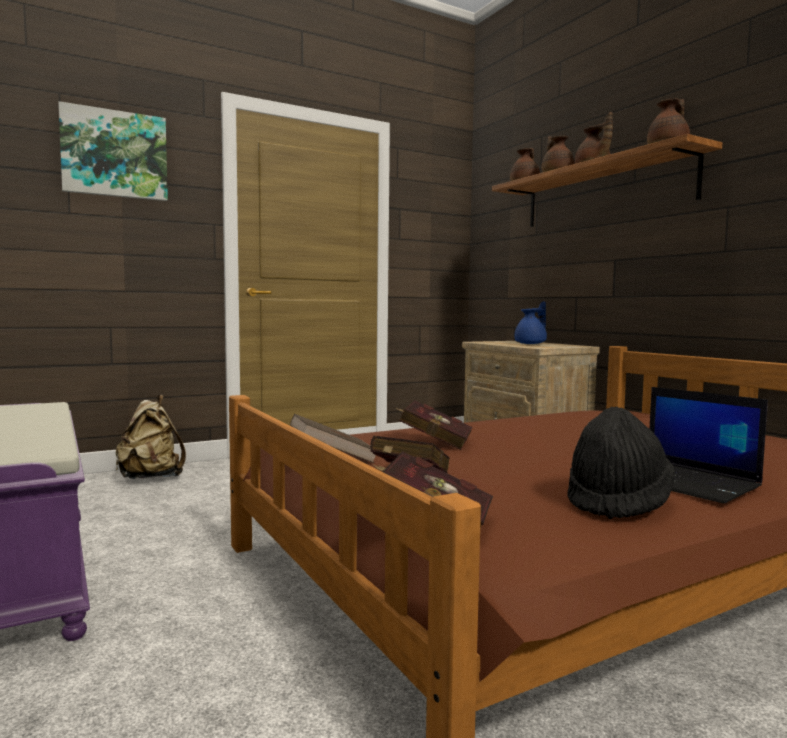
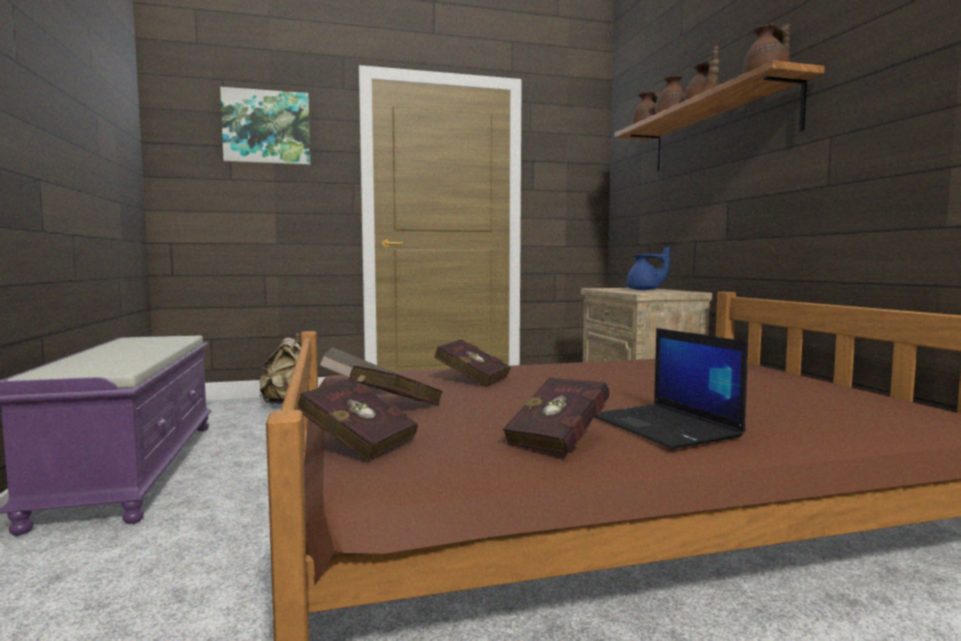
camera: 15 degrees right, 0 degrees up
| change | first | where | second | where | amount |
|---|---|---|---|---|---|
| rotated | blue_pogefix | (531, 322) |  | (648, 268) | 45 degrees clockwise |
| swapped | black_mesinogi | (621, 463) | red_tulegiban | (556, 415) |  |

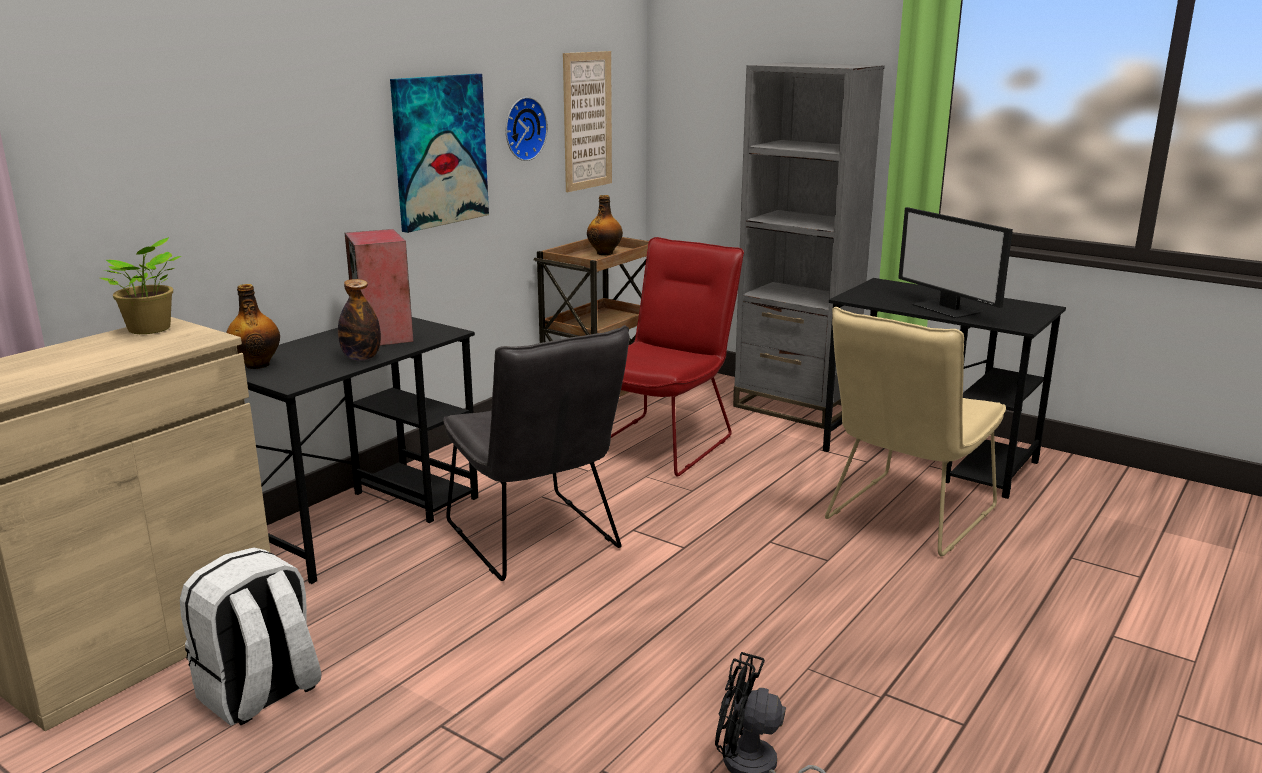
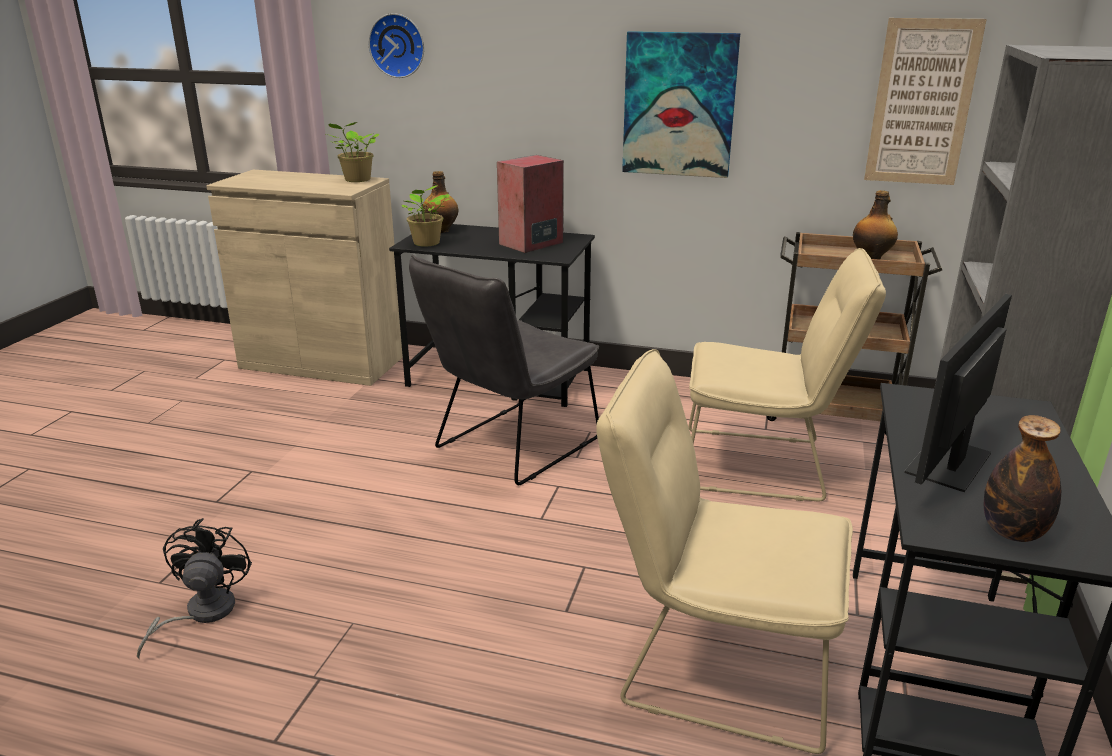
camera: 70 degrees right, 5 degrees up
| change | first | where | second | where | amount |
|---|---|---|---|---|---|
| gone | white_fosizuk | (251, 636) |  |  |  |
| shifted | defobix | (359, 320) |  | (1022, 478) |  |
| shifted | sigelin | (527, 129) |  | (396, 45) |  |
| repainted | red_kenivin | (677, 357) | beige_kenivin | (787, 374) |  |
| new |  |  | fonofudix | (426, 216) |  |

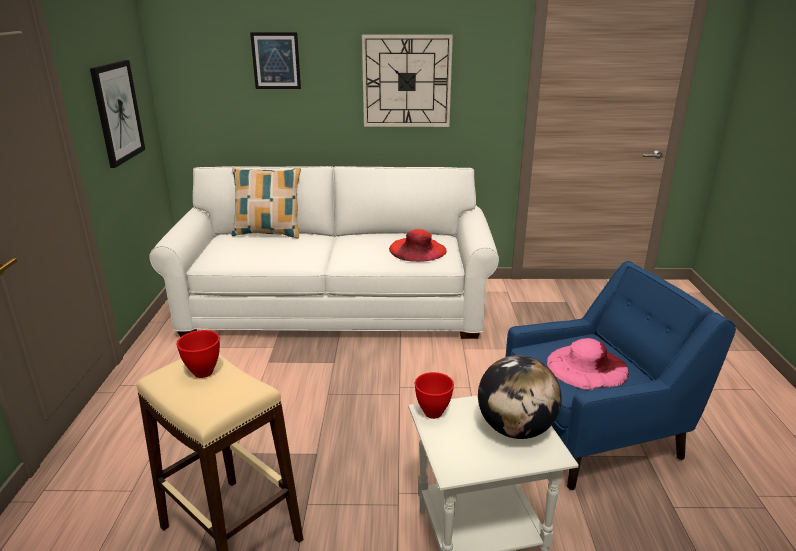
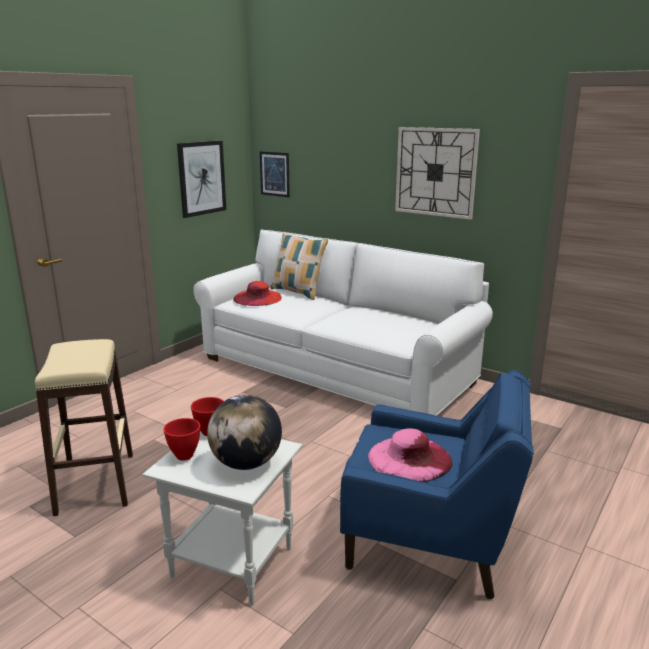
camera: 35 degrees right, 5 degrees down
| change | first | where | second | where | amount |
|---|---|---|---|---|---|
| shifted | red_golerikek | (198, 354) |  | (181, 439) |  |
| shifted | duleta | (275, 60) |  | (275, 174) |  |
| shifted | red_mesinogi | (418, 245) |  | (257, 293) |  |

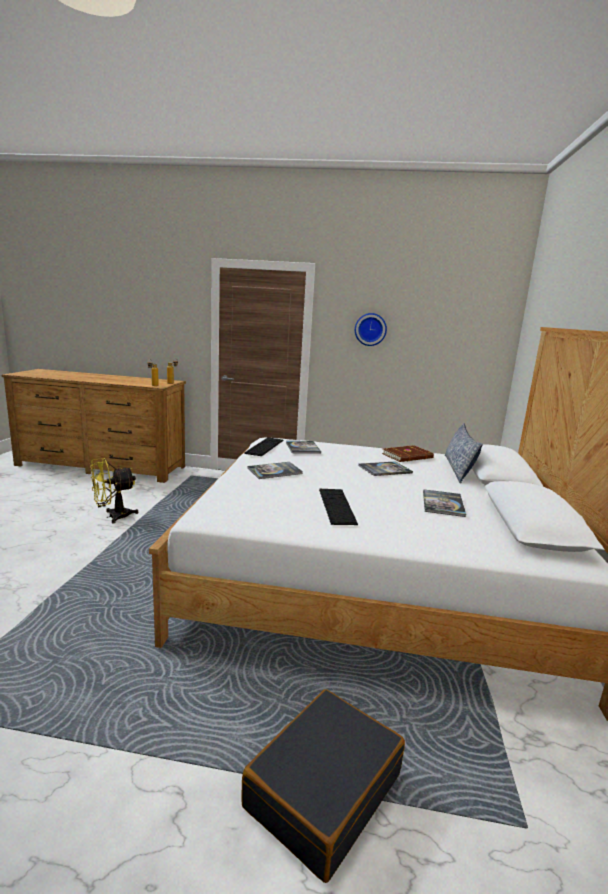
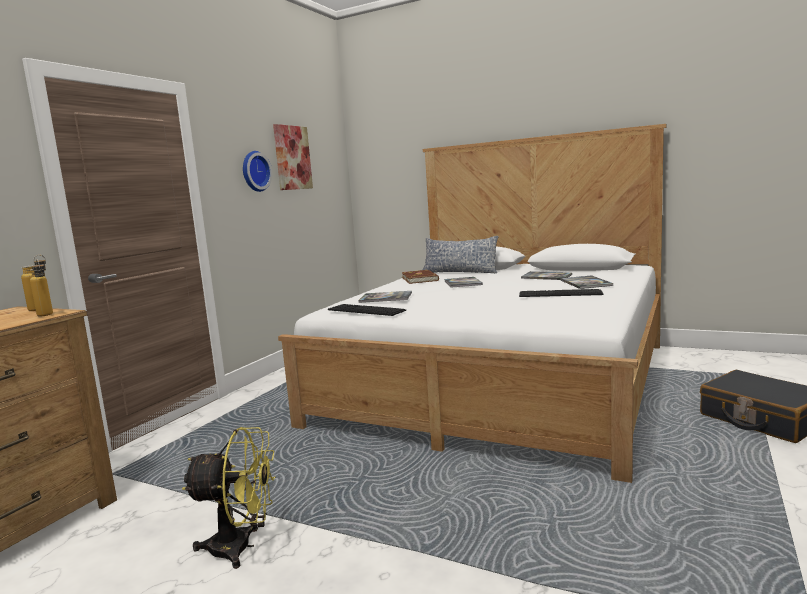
camera: 70 degrees left, 5 degrees down
| change | first | where | second | where | amount |
|---|---|---|---|---|---|
| rotated | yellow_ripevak | (114, 491) |  | (229, 498) | 75 degrees counterclockwise |
| shifted | tulegiban | (275, 470) |  | (587, 282) |  |
| new |  |  | duleta | (293, 157) |  |

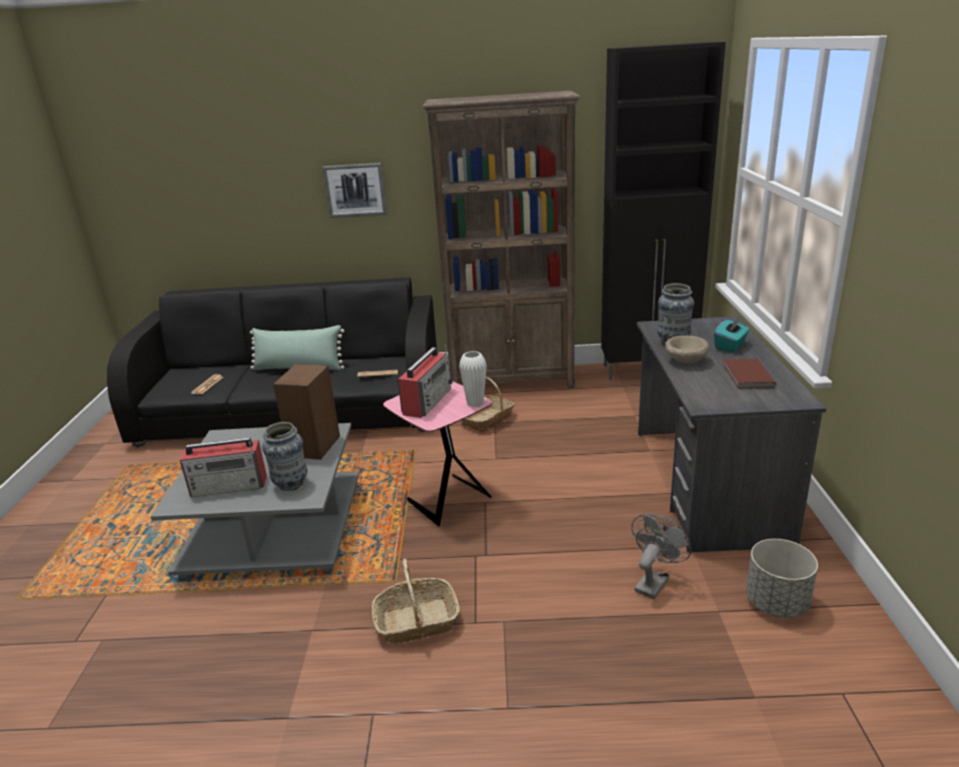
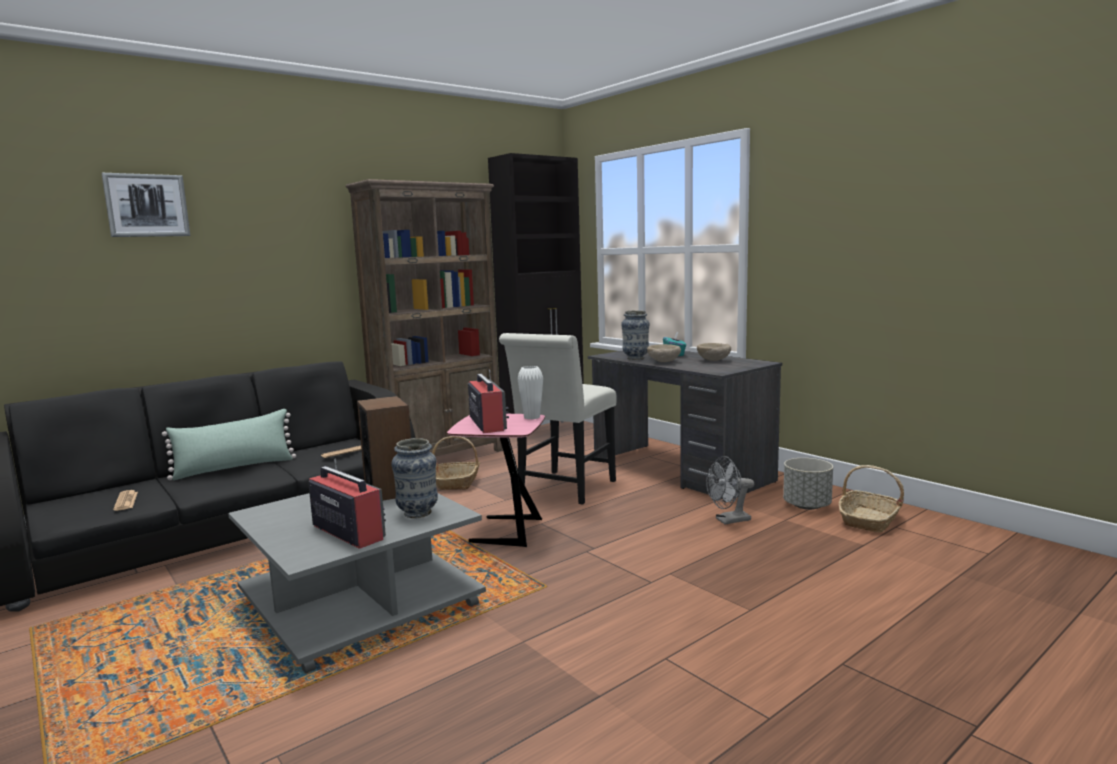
camera: 40 degrees left, 15 degrees down
| change | first | where | second | where | amount |
|---|---|---|---|---|---|
| rotated | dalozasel | (223, 467) |  | (347, 504) | 90 degrees counterclockwise |
| shifted | duleta | (354, 190) |  | (145, 205) |  |
| shifted | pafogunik | (415, 601) |  | (871, 498) |  |
| rotated | grey_ripevak | (661, 556) |  | (730, 490) | 105 degrees counterclockwise |
| swapped | brown_tulegiban | (749, 374) | beige_golerikek | (714, 352) |  |
| new |  |  | white_kenivin | (558, 419) |  |

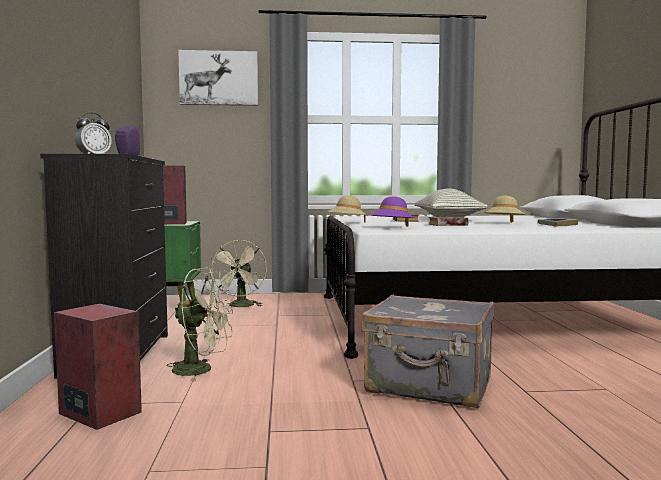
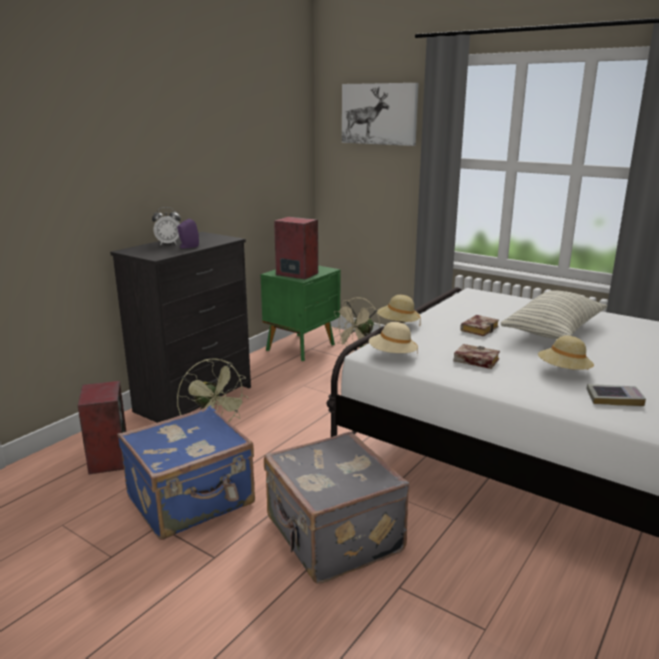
camera: 40 degrees right, 15 degrees up
| change | first | where | second | where | amount |
|---|---|---|---|---|---|
| repainted | purple_mesinogi | (392, 211) | beige_mesinogi | (393, 338) |  |
| new |  |  | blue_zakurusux | (186, 473) |  |

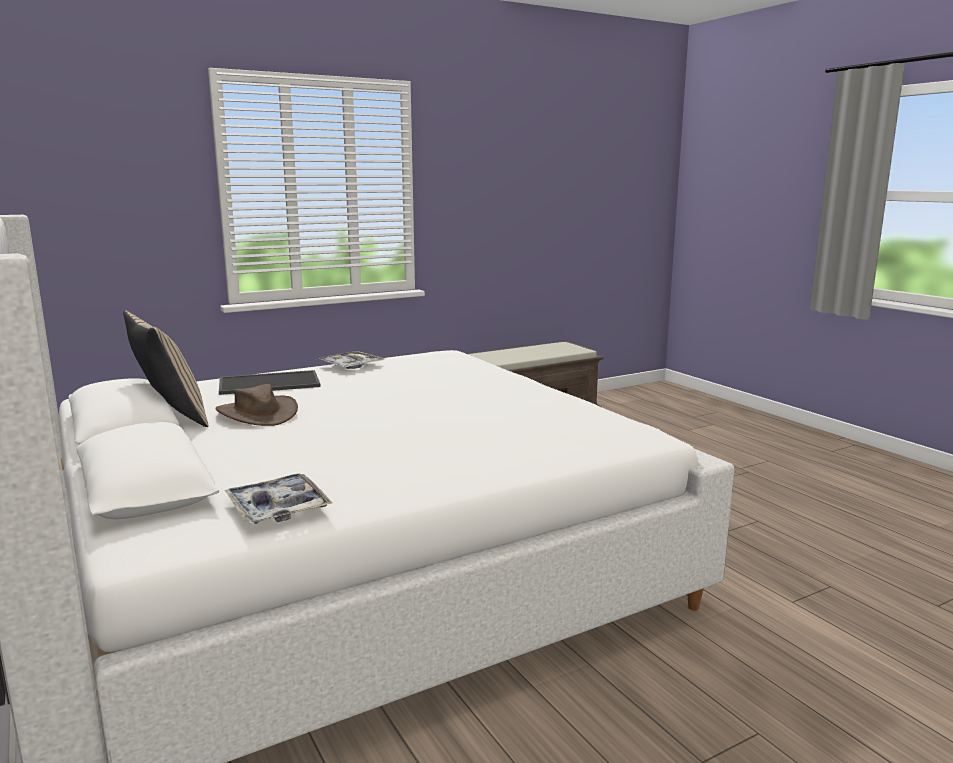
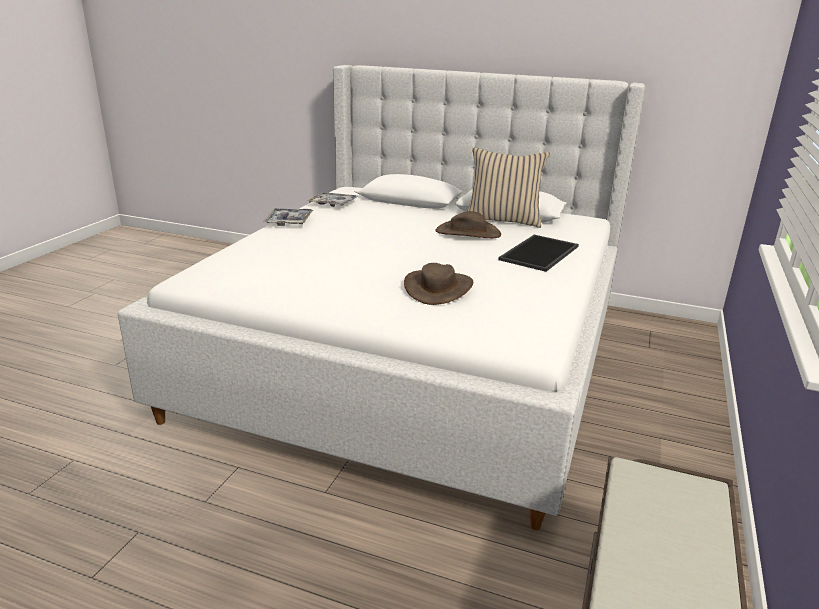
camera: 140 degrees right, 10 degrees up
| change | first | where | second | where | amount |
|---|---|---|---|---|---|
| shifted | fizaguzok | (352, 360) |  | (288, 217) |  |
| new |  |  | brown_mesinogi | (438, 284) |  |

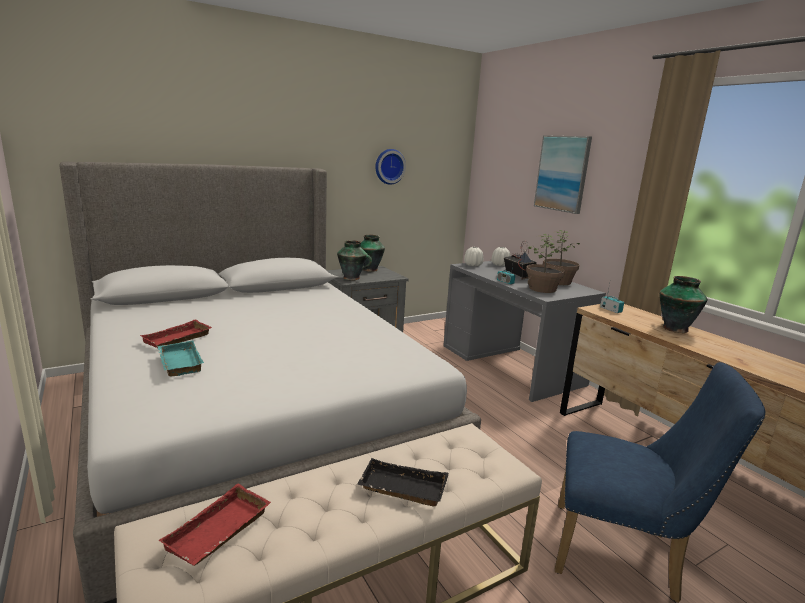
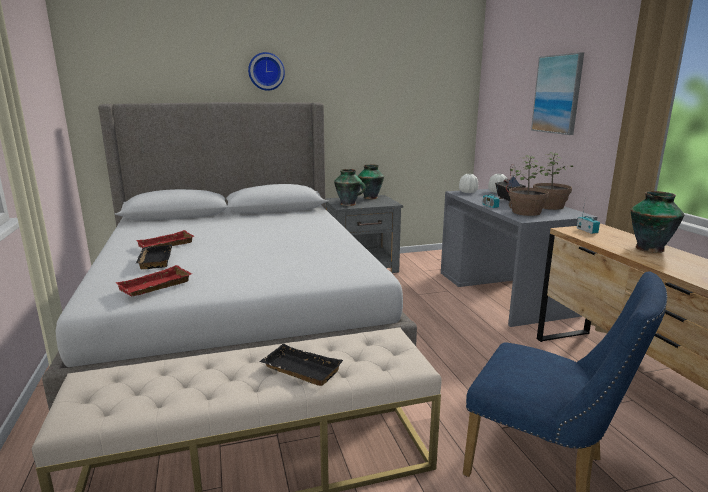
camera: 15 degrees right, 0 degrees up
| change | first | where | second | where | amount |
|---|---|---|---|---|---|
| repainted | turquoise_fizaguzok | (180, 359) | black_fizaguzok | (154, 257) |  |
| shifted | red_fizaguzok | (214, 525) |  | (153, 280) |  |
| shifted | sigelin | (390, 167) |  | (266, 71) |  |

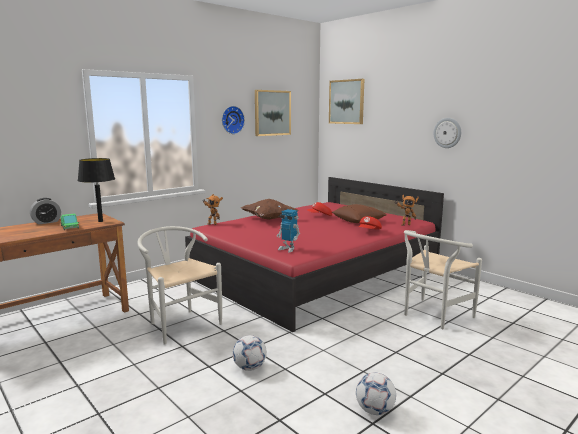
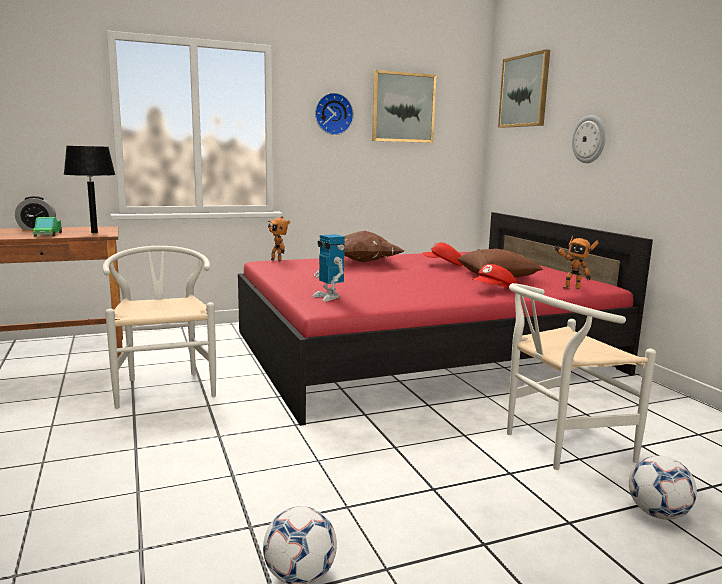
camera: 20 degrees right, 0 degrees up
| change | first | where | second | where | amount |
|---|---|---|---|---|---|
| shifted | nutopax | (249, 353) |  | (663, 488) |  |
| shifted | sigelin | (447, 133) |  | (589, 139) |  |

